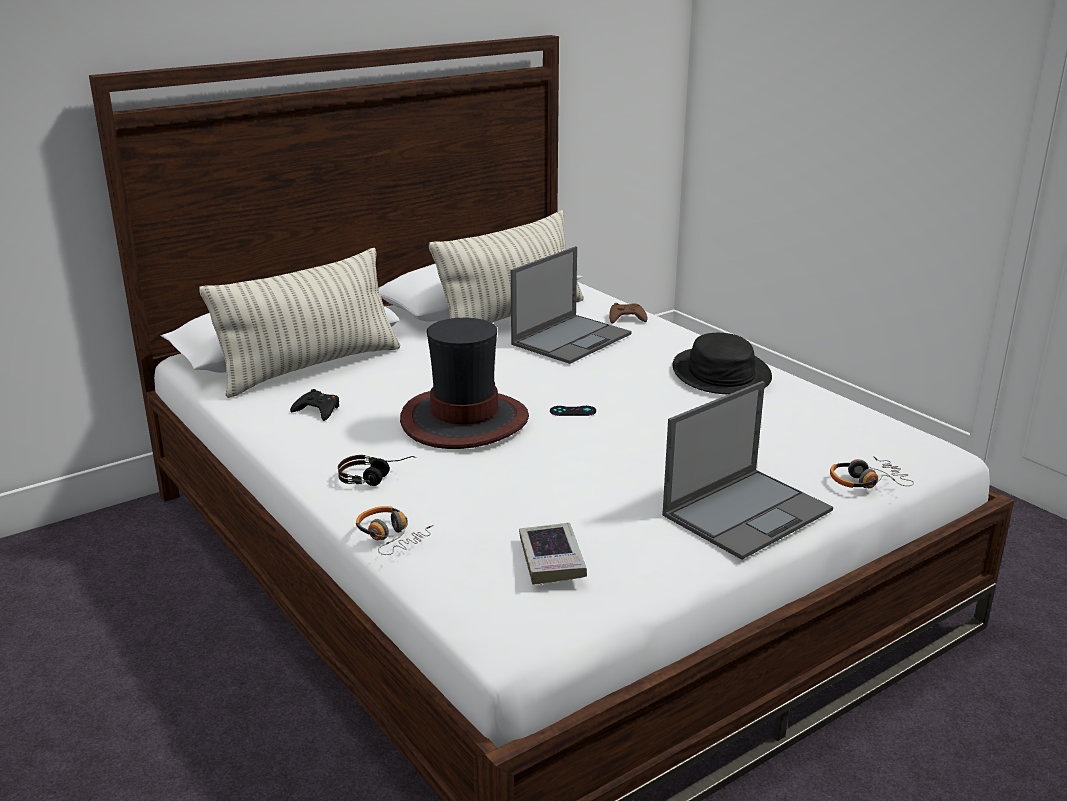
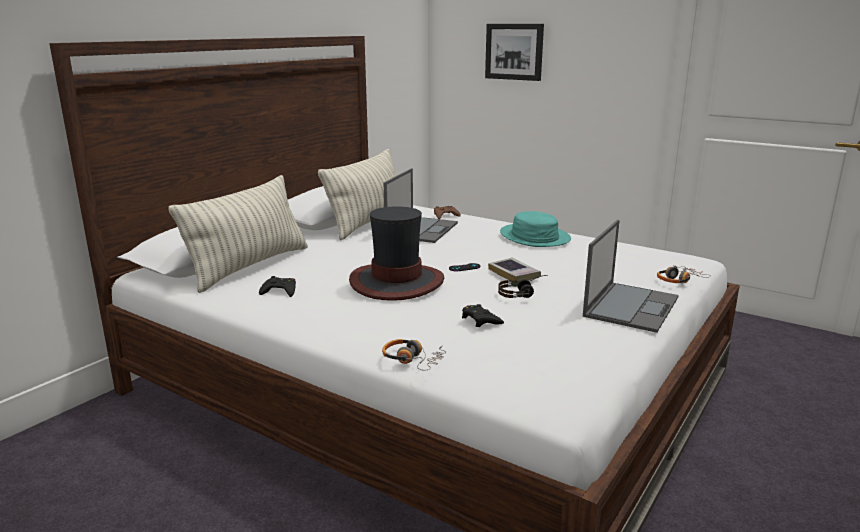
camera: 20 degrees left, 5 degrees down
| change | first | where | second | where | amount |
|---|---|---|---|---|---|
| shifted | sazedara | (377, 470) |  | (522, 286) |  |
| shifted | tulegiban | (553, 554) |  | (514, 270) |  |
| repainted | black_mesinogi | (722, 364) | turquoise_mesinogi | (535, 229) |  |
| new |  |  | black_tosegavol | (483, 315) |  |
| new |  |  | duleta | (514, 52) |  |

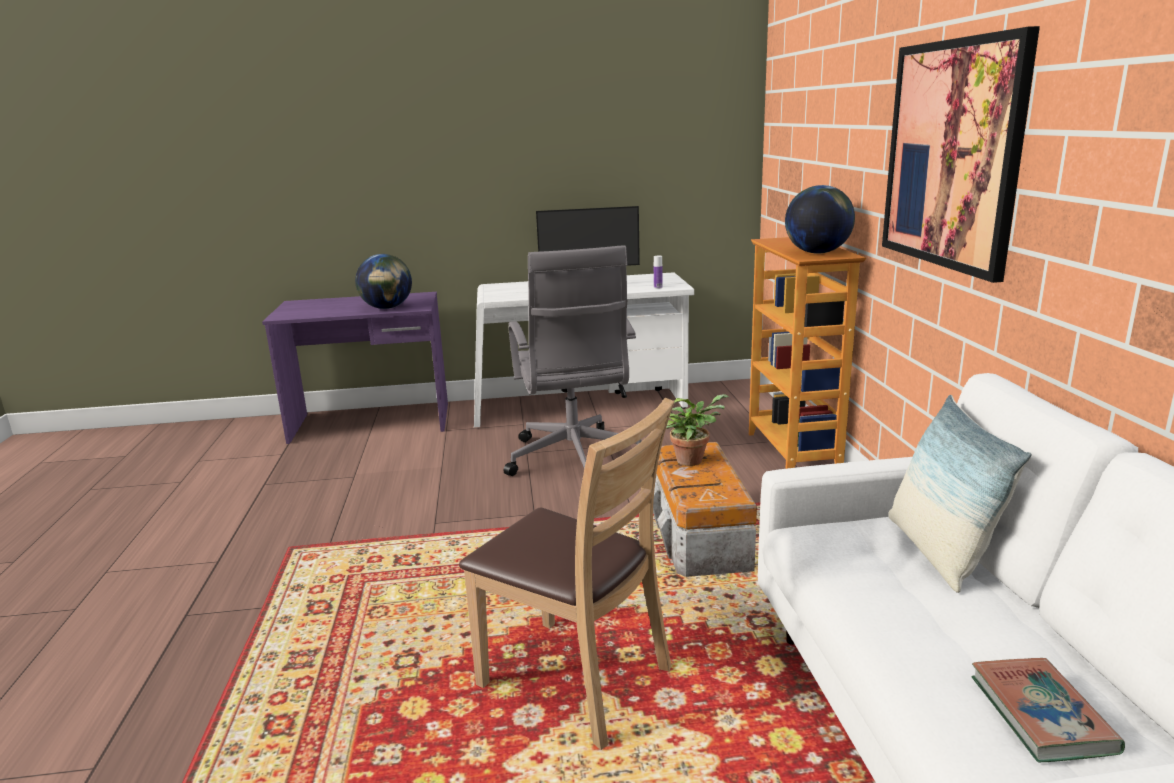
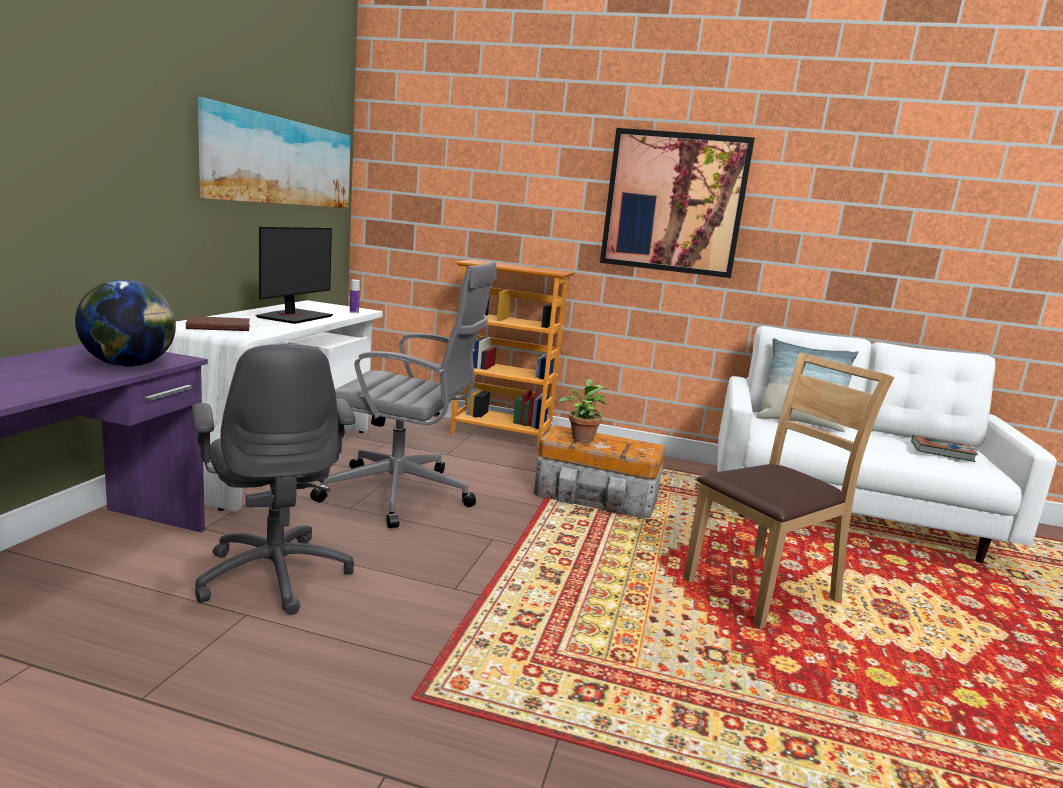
camera: 70 degrees left, 5 degrees down
| change | first | where | second | where | amount |
|---|---|---|---|---|---|
| gone | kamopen | (820, 219) |  |  |  |
| new |  |  | brown_tulegiban | (218, 323) |  |
| new |  |  | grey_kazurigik | (273, 479) |  |
| new |  |  | duleta | (274, 152) |  |

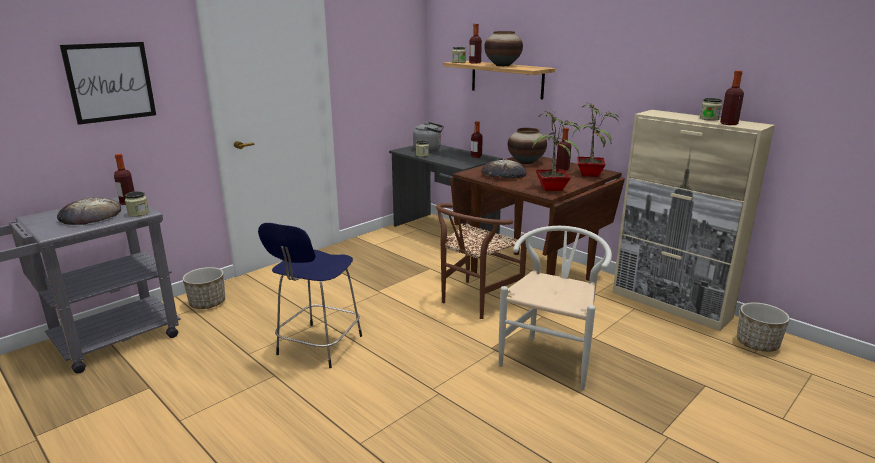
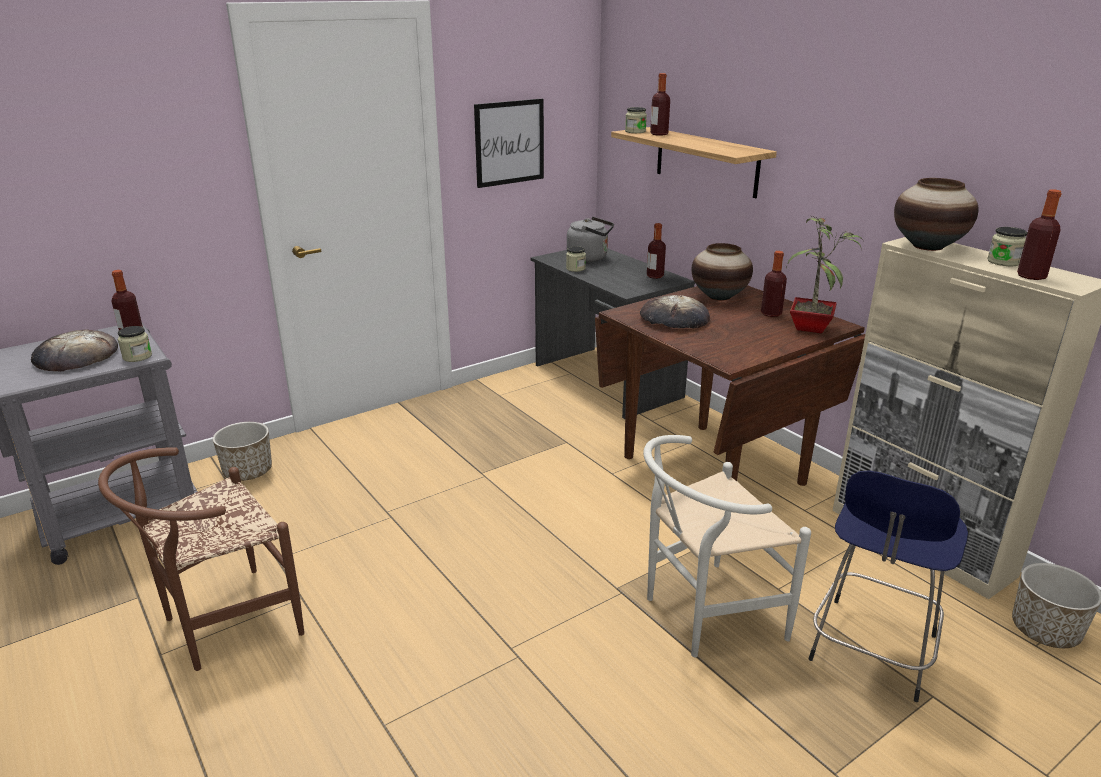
camera: 10 degrees right, 5 degrees up
| change | first | where | second | where | amount |
|---|---|---|---|---|---|
| shifted | duleta | (108, 83) |  | (509, 143) |  |
| shifted | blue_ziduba | (310, 295) |  | (888, 586) |  |
| shifted | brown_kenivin | (481, 261) |  | (201, 559) |  |
| shifted | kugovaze | (503, 48) |  | (936, 214) |  |
| rotated | white_kenivin | (555, 308) |  | (727, 546) | 150 degrees counterclockwise |
| gone | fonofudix | (556, 151) |  |  |  |

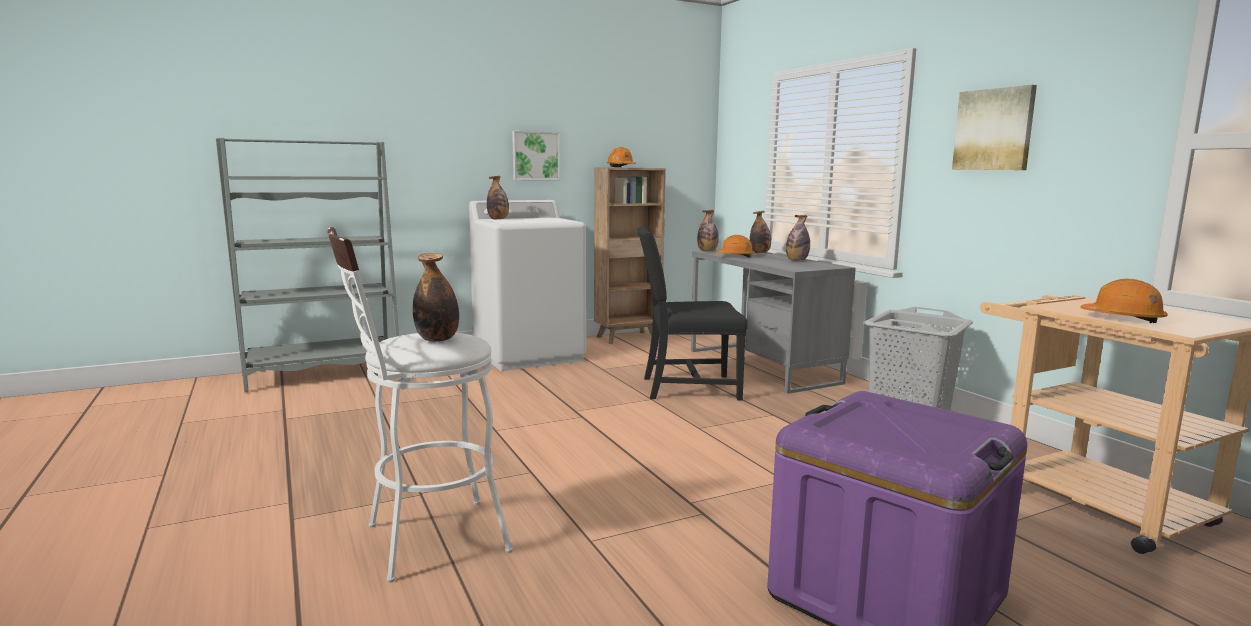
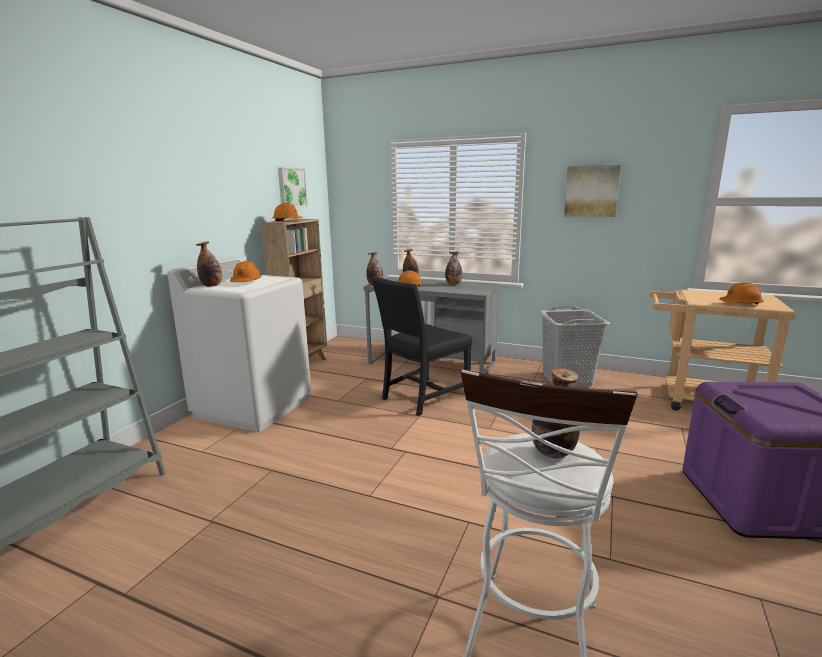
camera: 40 degrees left, 5 degrees up
| change | first | where | second | where | amount |
|---|---|---|---|---|---|
| shifted | duleta | (536, 155) |  | (293, 187) |  |
| new |  |  | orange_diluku | (246, 271) |  |

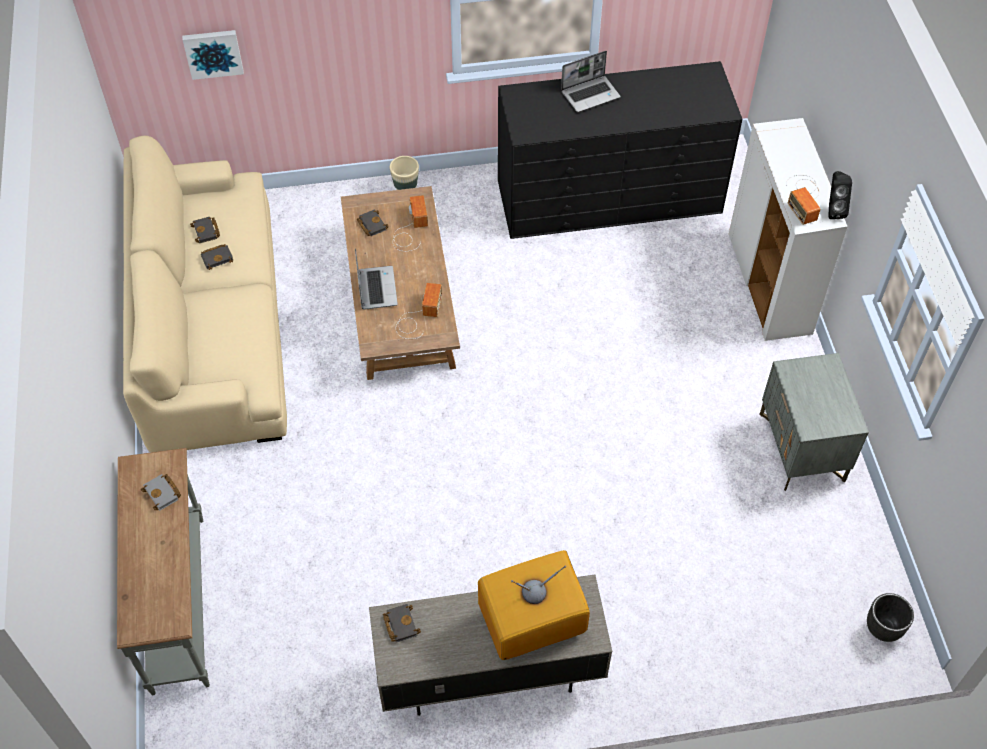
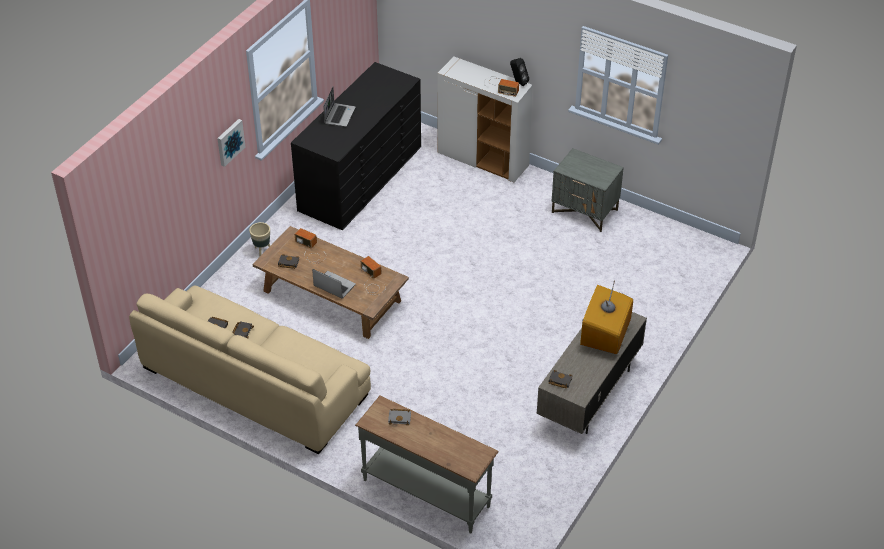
camera: 50 degrees left, 10 degrees down
| change | first | where | second | where | amount |
|---|---|---|---|---|---|
| shifted | duleta | (213, 55) |  | (231, 143) |  |
| gone | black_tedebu | (890, 617) |  |  |  |

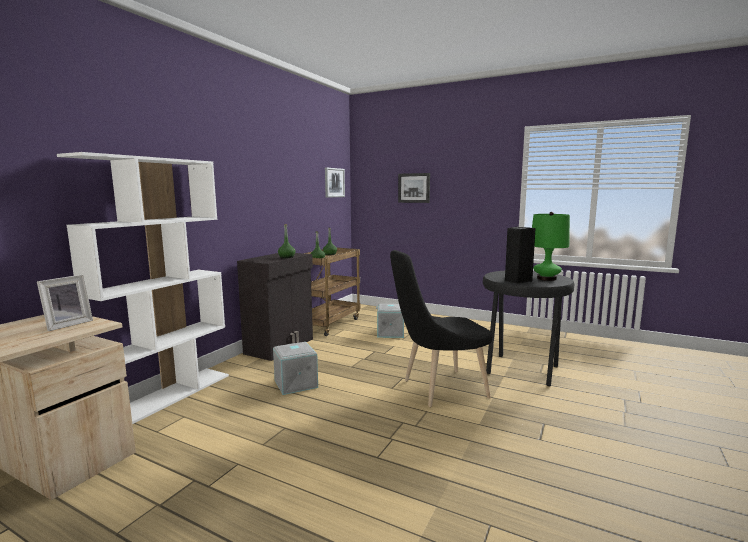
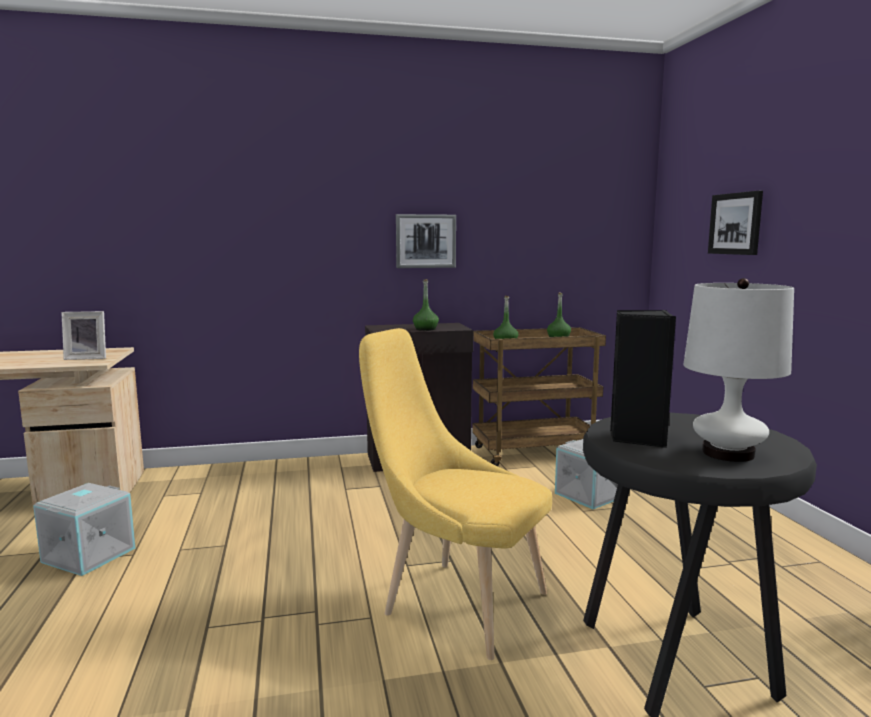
camera: 50 degrees right, 0 degrees up
| change | first | where | second | where | amount |
|---|---|---|---|---|---|
| gone | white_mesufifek | (143, 288) |  |  |  |
| shifted | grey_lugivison | (295, 368) |  | (84, 529) |  |
| shifted | duleta | (335, 182) |  | (426, 241) |  |
| repainted | black_kenivin | (441, 328) | yellow_kenivin | (455, 494) |  |
| repainted | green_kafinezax | (551, 246) | white_kafinezax | (738, 370) |  |

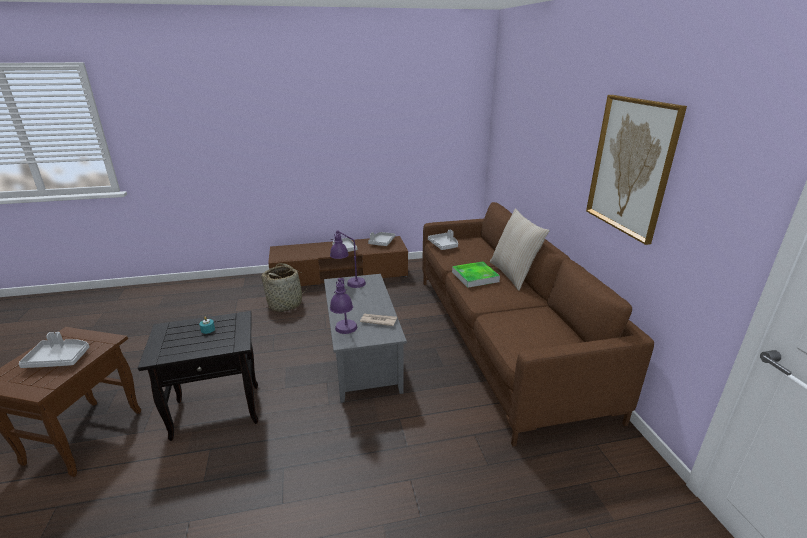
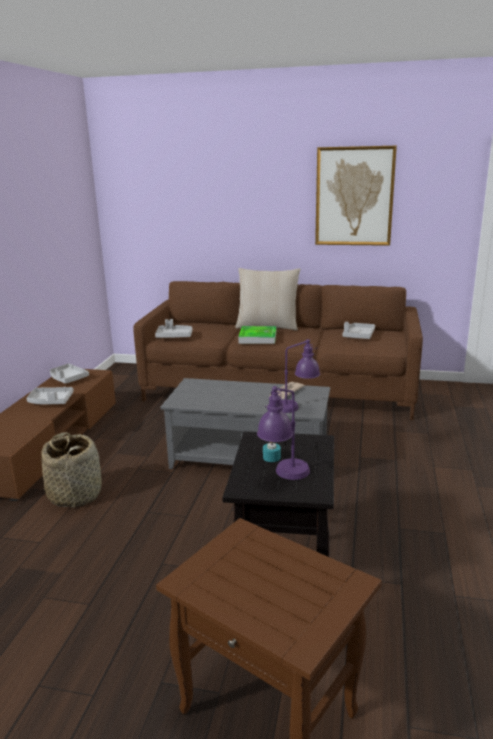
camera: 65 degrees left, 5 degrees down
| change | first | where | second | where | amount |
|---|---|---|---|---|---|
| shifted | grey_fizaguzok | (53, 350) |  | (358, 330) |  |
| shifted | purple_kafinezax | (348, 259) |  | (283, 433) |  |

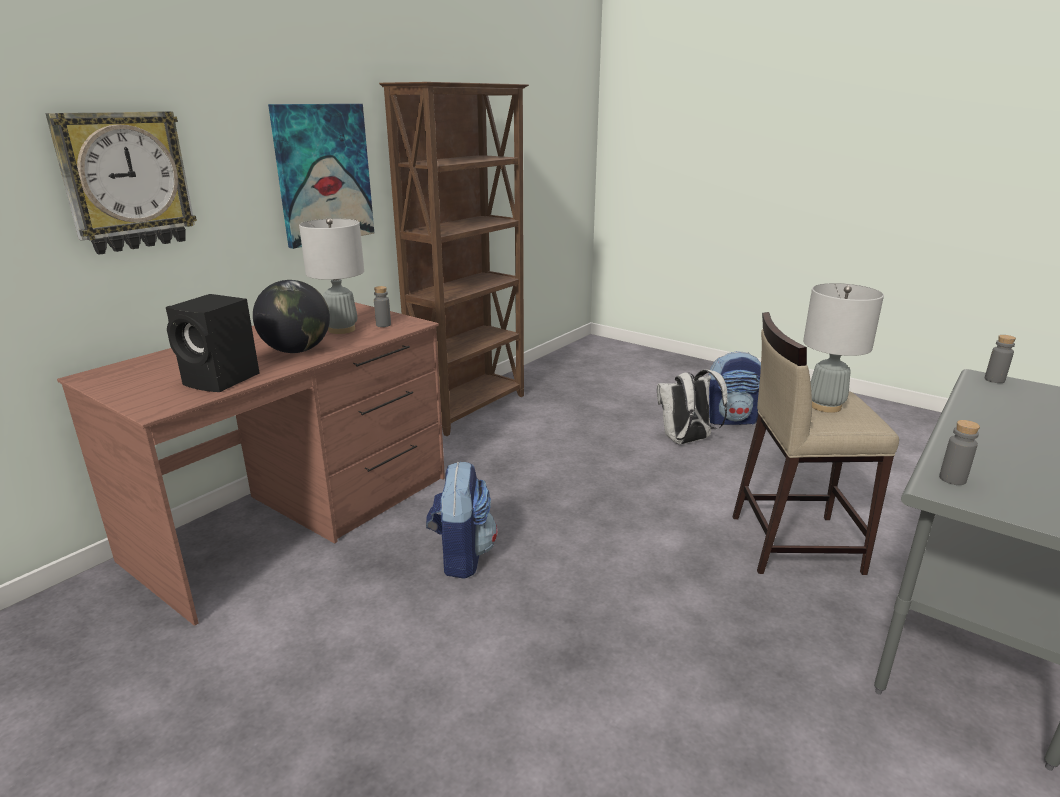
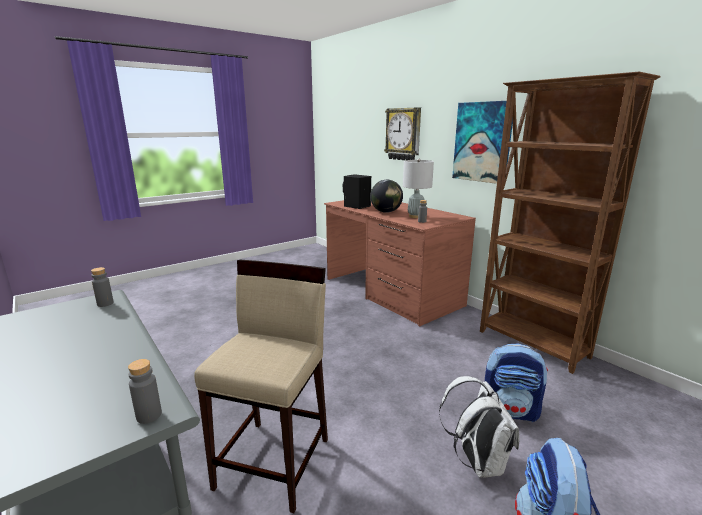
camera: 105 degrees right, 5 degrees down
| change | first | where | second | where | amount |
|---|---|---|---|---|---|
| shifted | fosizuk | (461, 520) |  | (516, 382) |  |
| gone | grey_kafinezax | (843, 348) |  |  |  |

